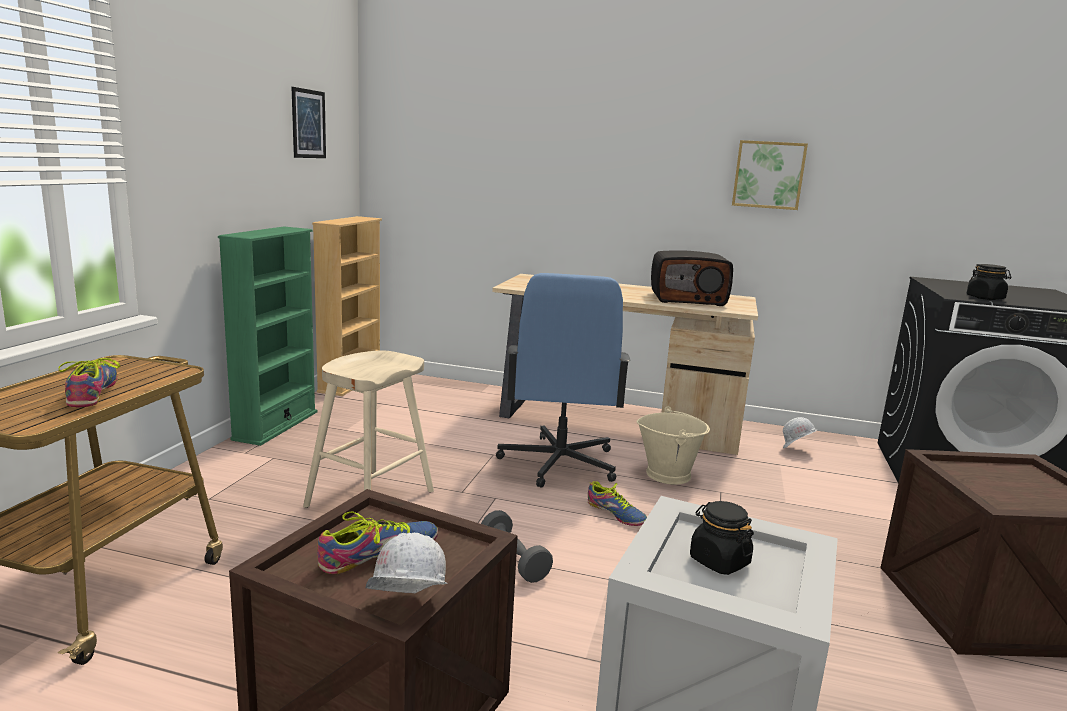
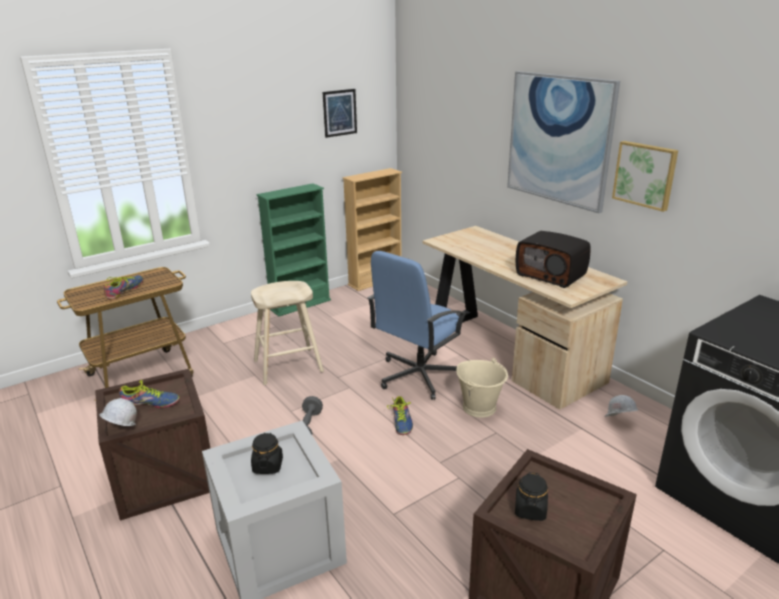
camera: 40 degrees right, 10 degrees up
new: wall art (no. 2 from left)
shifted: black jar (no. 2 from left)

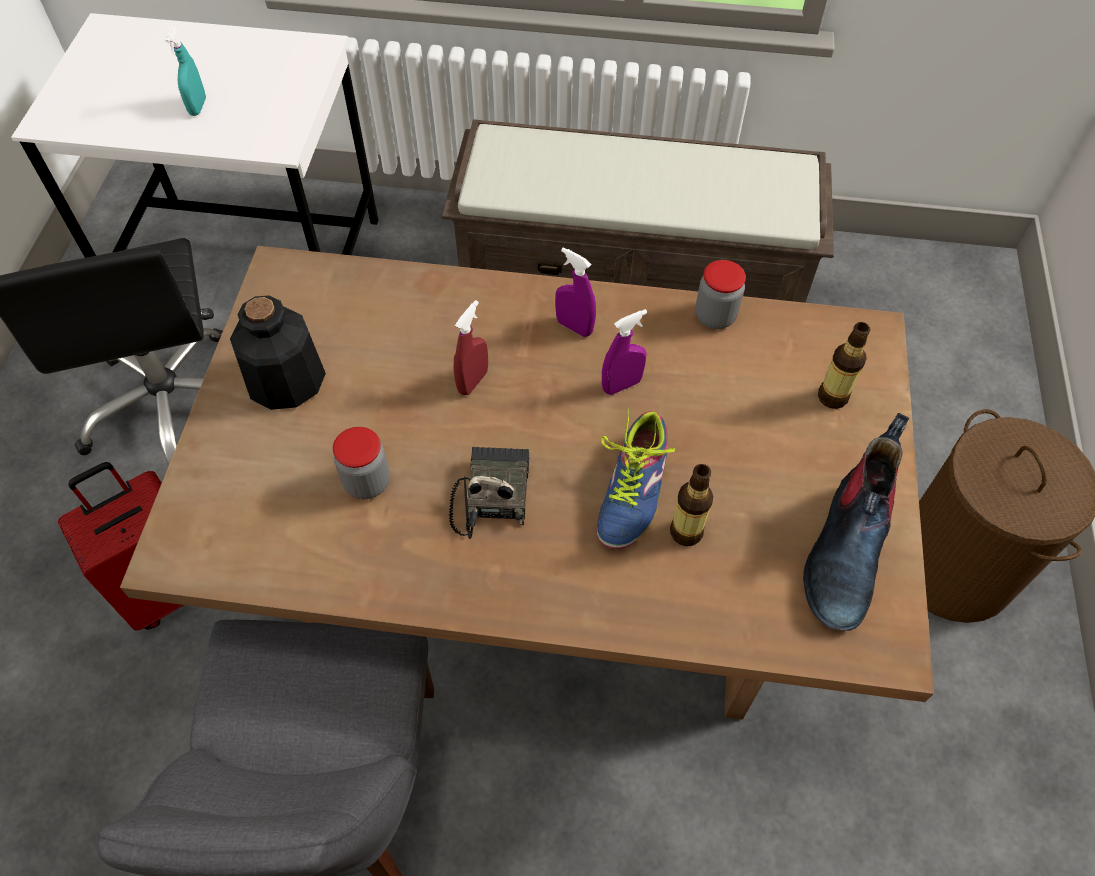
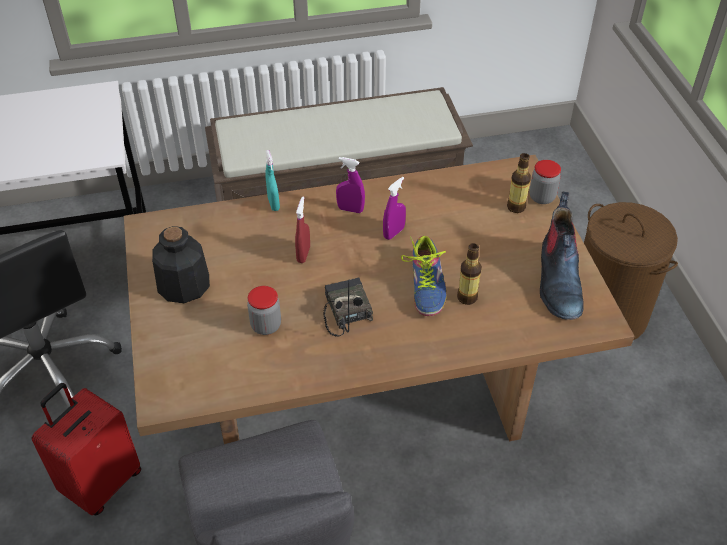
camera: 20 degrees left, 10 degrees down
shifted: turquoise-coloured spray bottle; jar (no. 2 from left)

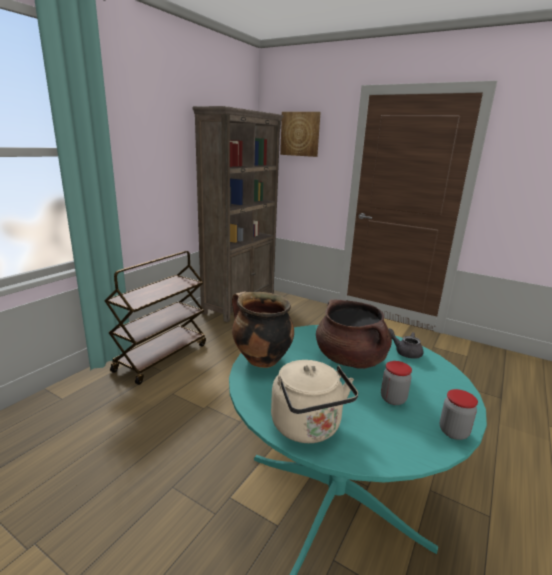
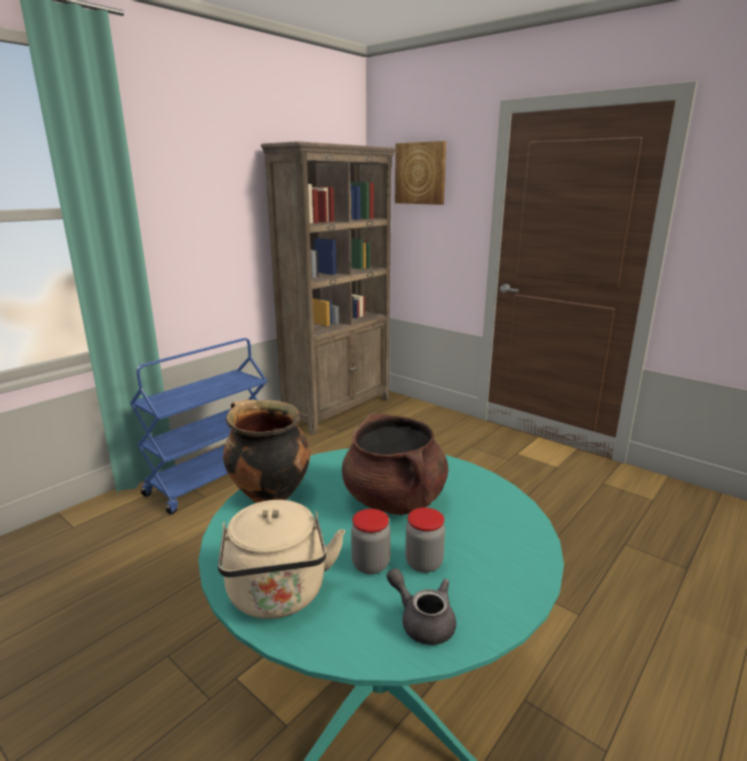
camera: 10 degrees right, 0 degrees up
shifted: jar (no. 2 from left in the first image) to jar (no. 1 from left); grey tea pot
repainted: brown wheeled cart to bluish wheeled cart

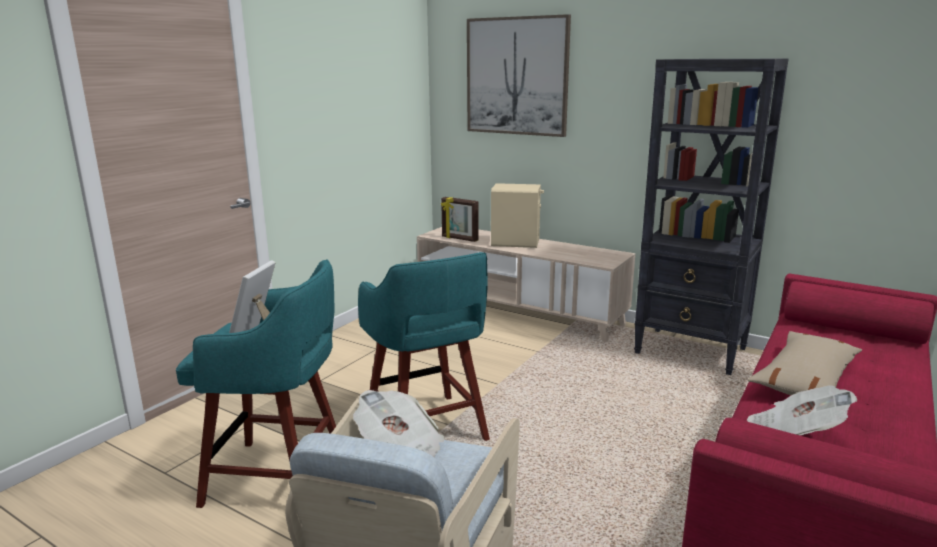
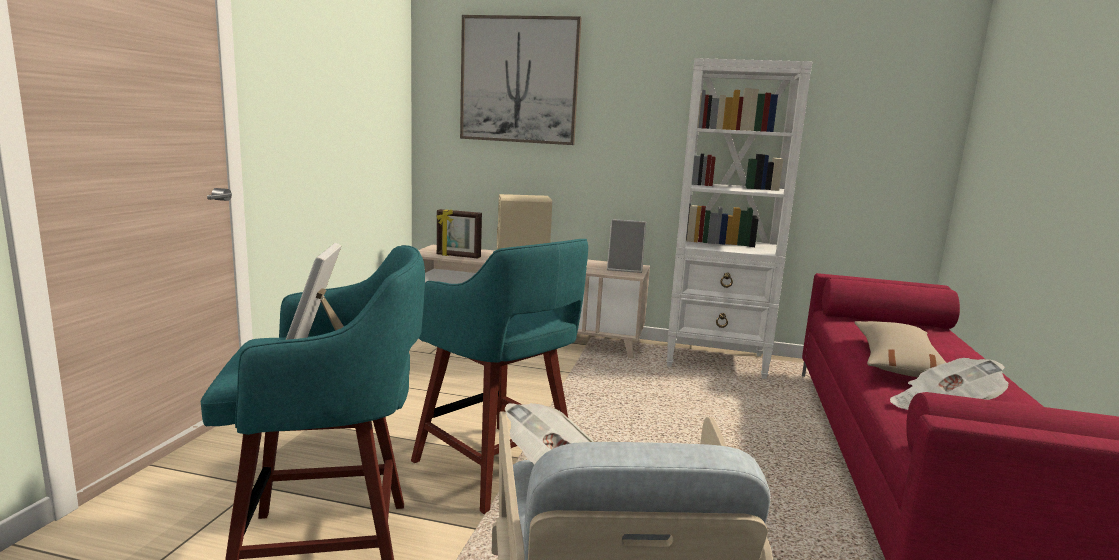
camera: 20 degrees left, 5 degrees down
new: photo frame (no. 3 from left)
repainted: black bookcase to whitish bookcase

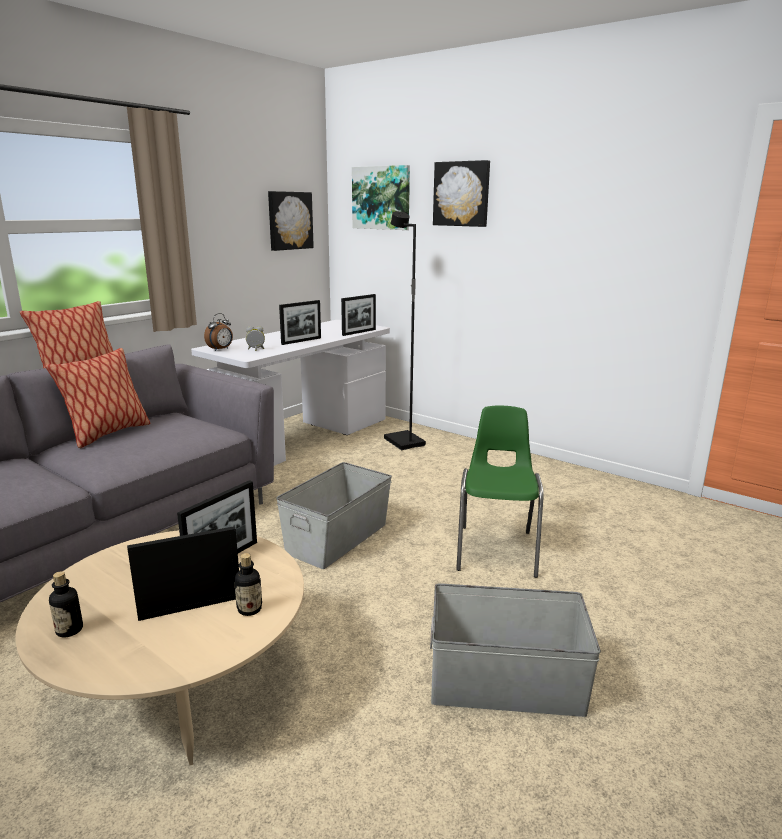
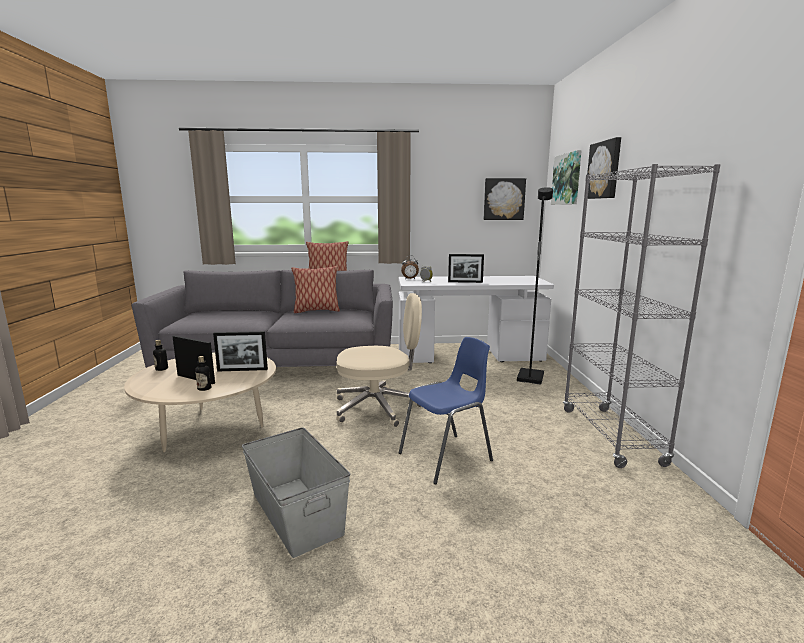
camera: 50 degrees right, 5 degrees down
gone: photo frame (no. 4 from left)
new: grey bookcase
swapped: grey storage bin (no. 1 from left) to beige-coloured computer chair
repainted: greenish plain chair to bluish plain chair

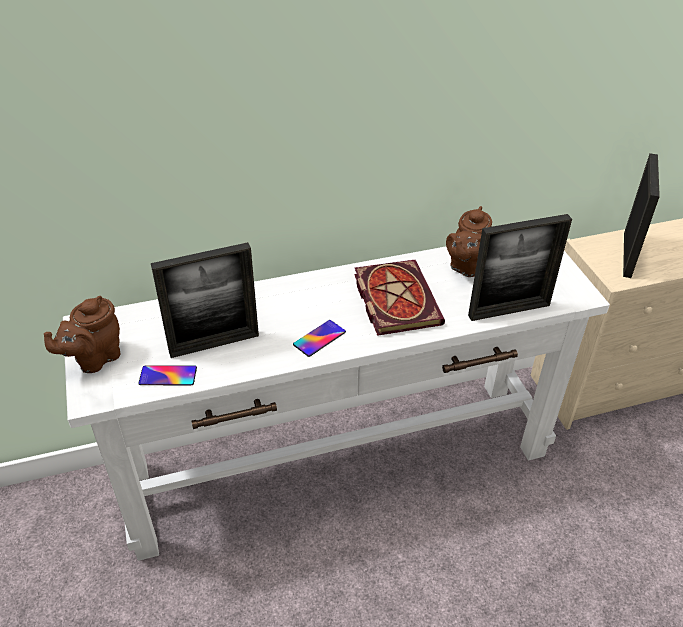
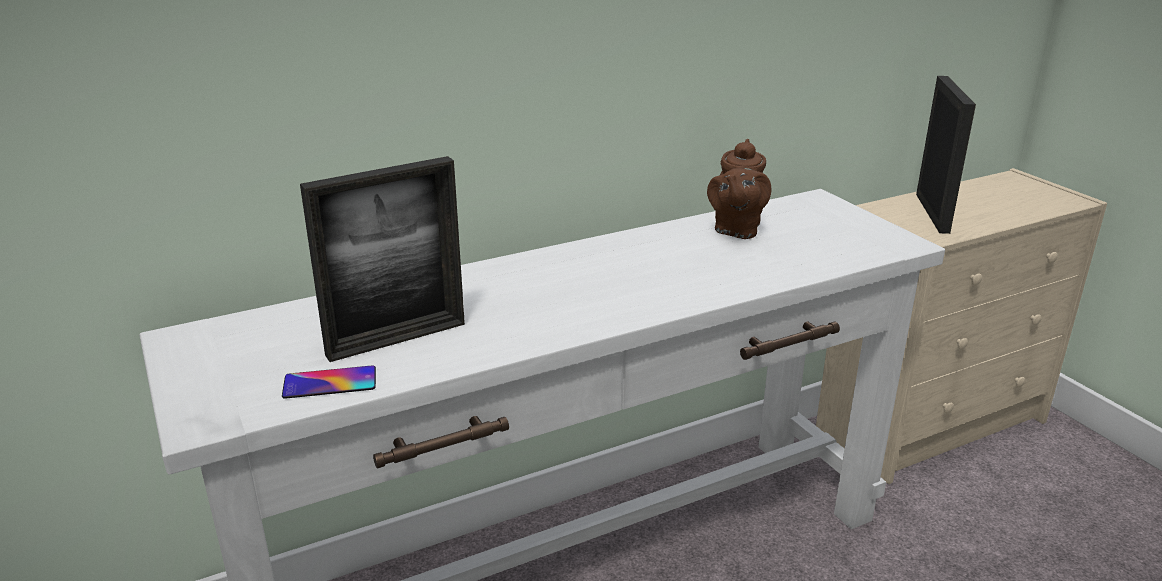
camera: 10 degrees left, 15 degrees down
gone: brown tea pot (no. 1 from left); telephone (no. 2 from left); bound book; photo frame (no. 2 from left)

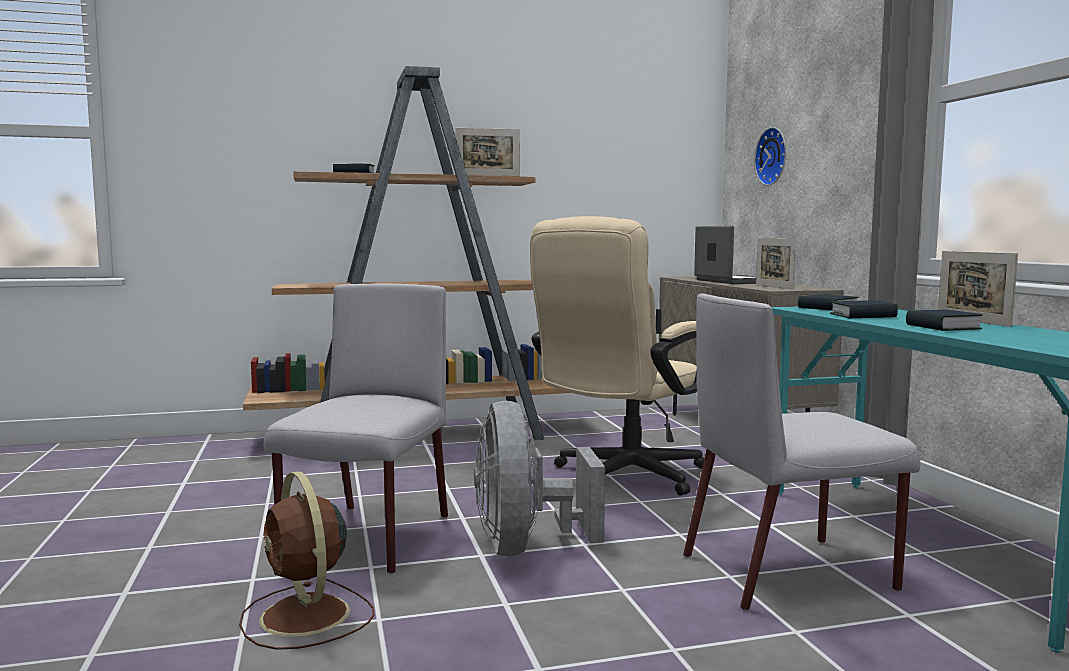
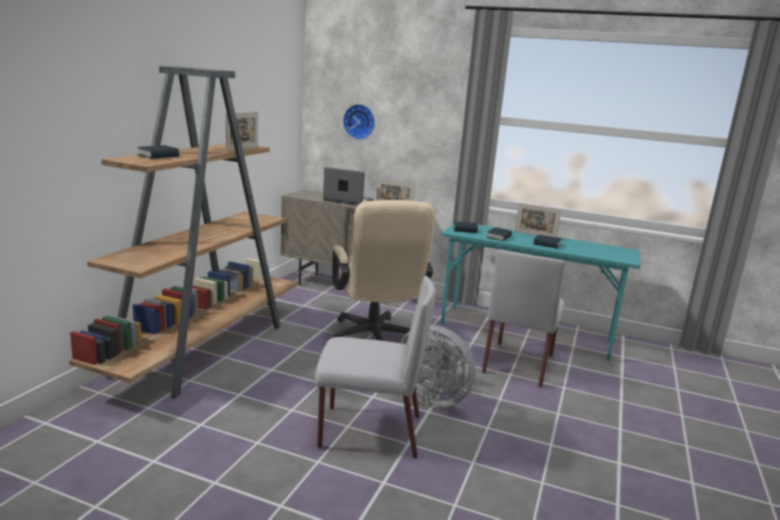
camera: 55 degrees left, 10 degrees up
gone: brown fan
rotated: grey plain chair (no. 1 from left) 135 degrees clockwise

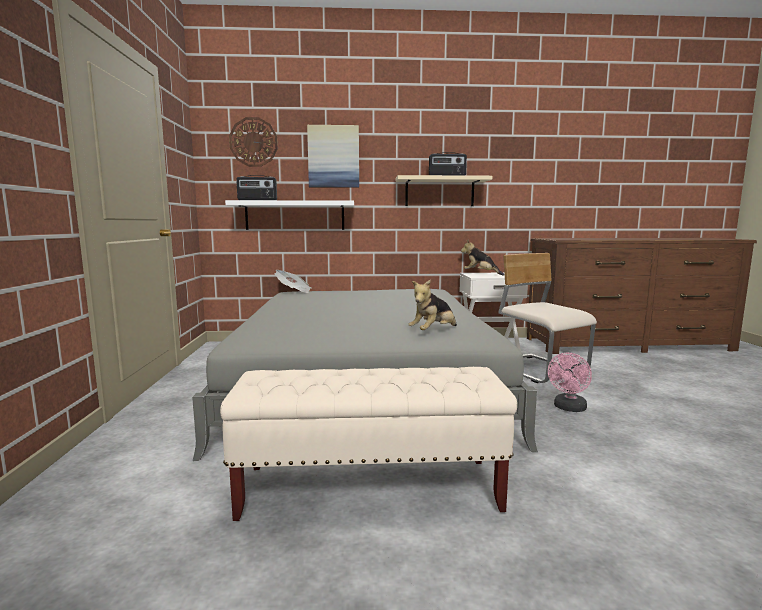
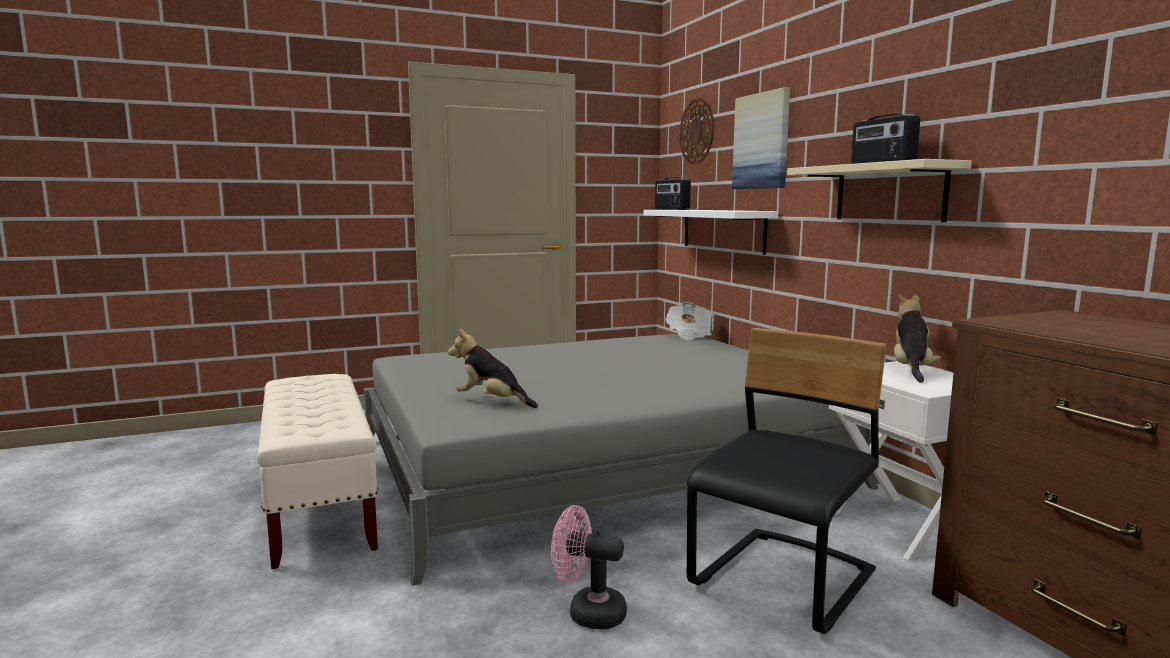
camera: 70 degrees right, 0 degrees up
repainted: beige-coloured plain chair to black plain chair

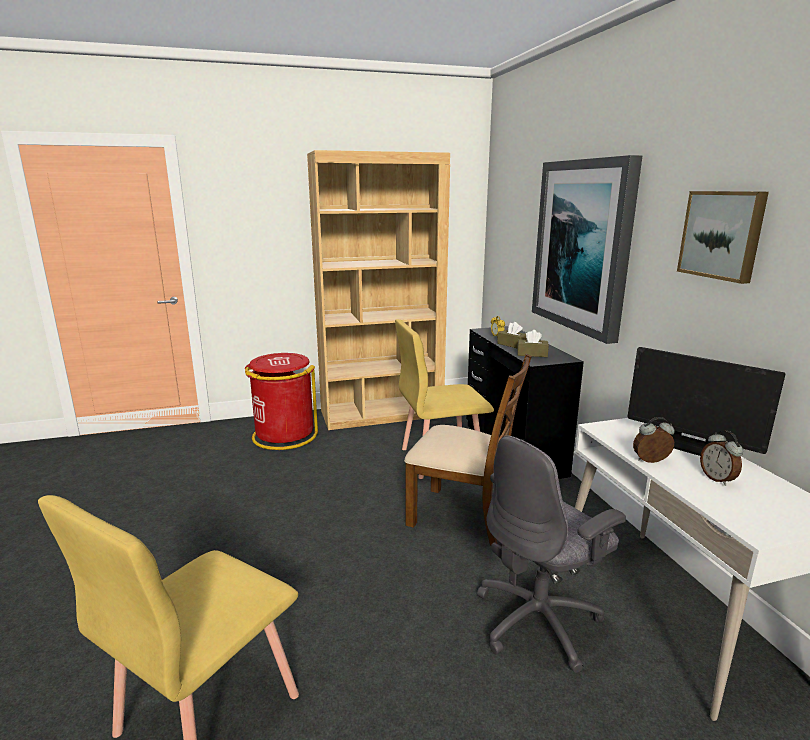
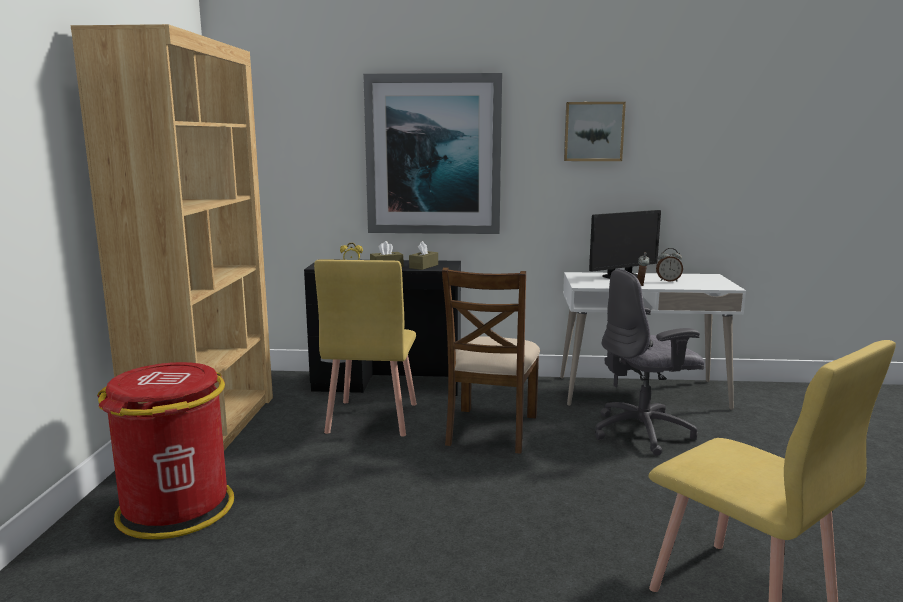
camera: 70 degrees left, 5 degrees down
rotated: brown plain chair 150 degrees clockwise; grey computer chair 90 degrees clockwise

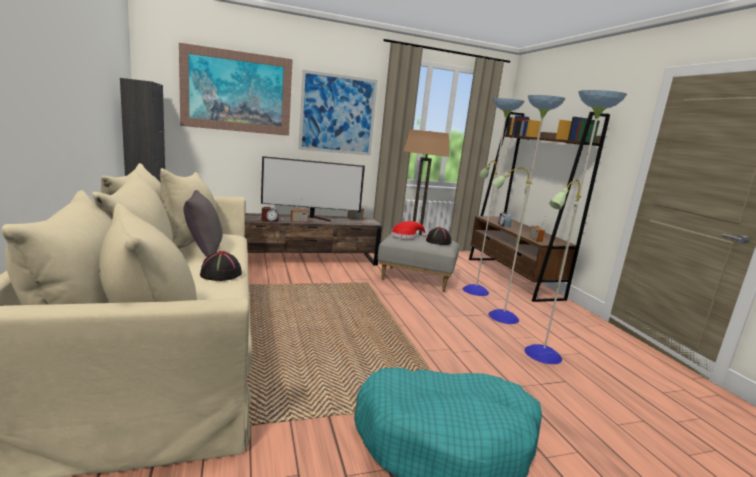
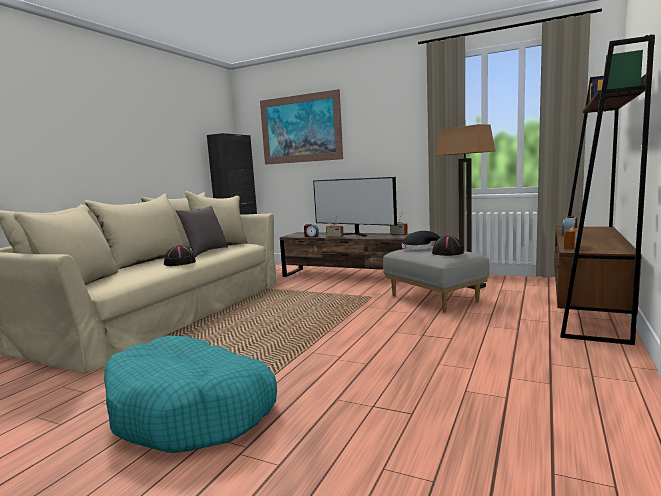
camera: 45 degrees right, 5 degrees down
gone: wall art (no. 2 from left); standard lamp (no. 2 from left)
repainted: reddish wearable hat to black wearable hat (no. 2 from left)

